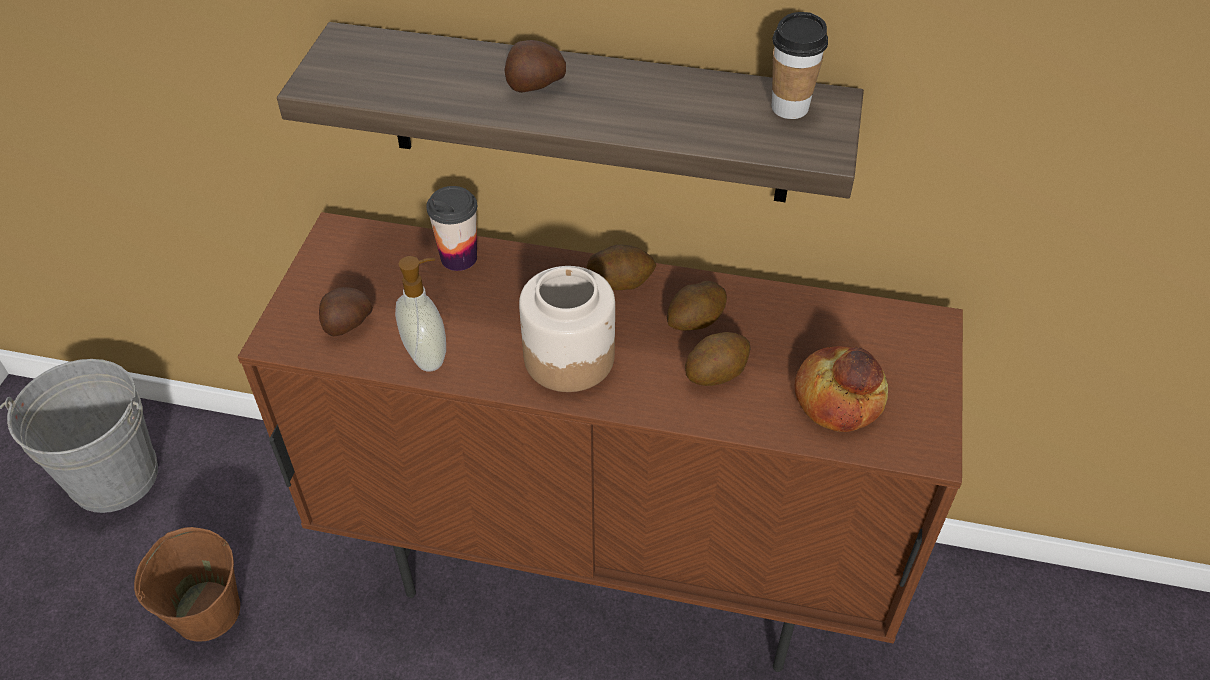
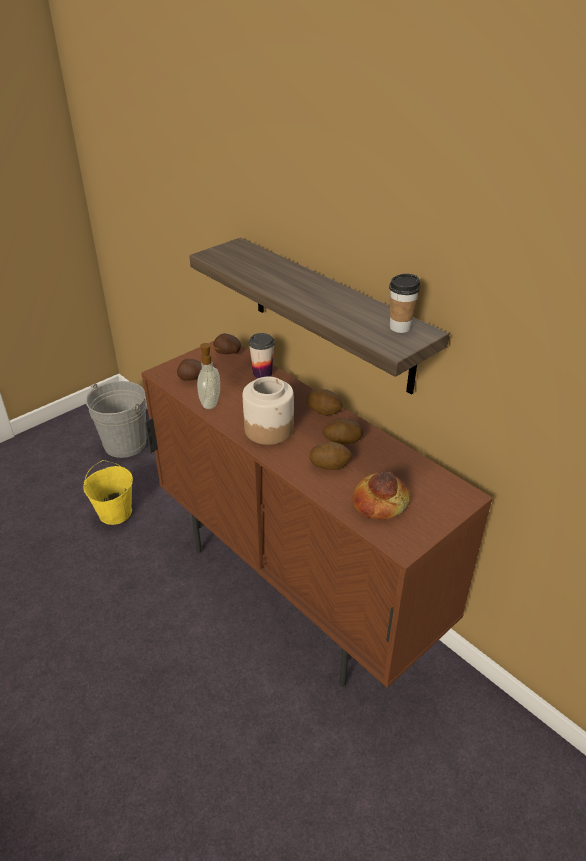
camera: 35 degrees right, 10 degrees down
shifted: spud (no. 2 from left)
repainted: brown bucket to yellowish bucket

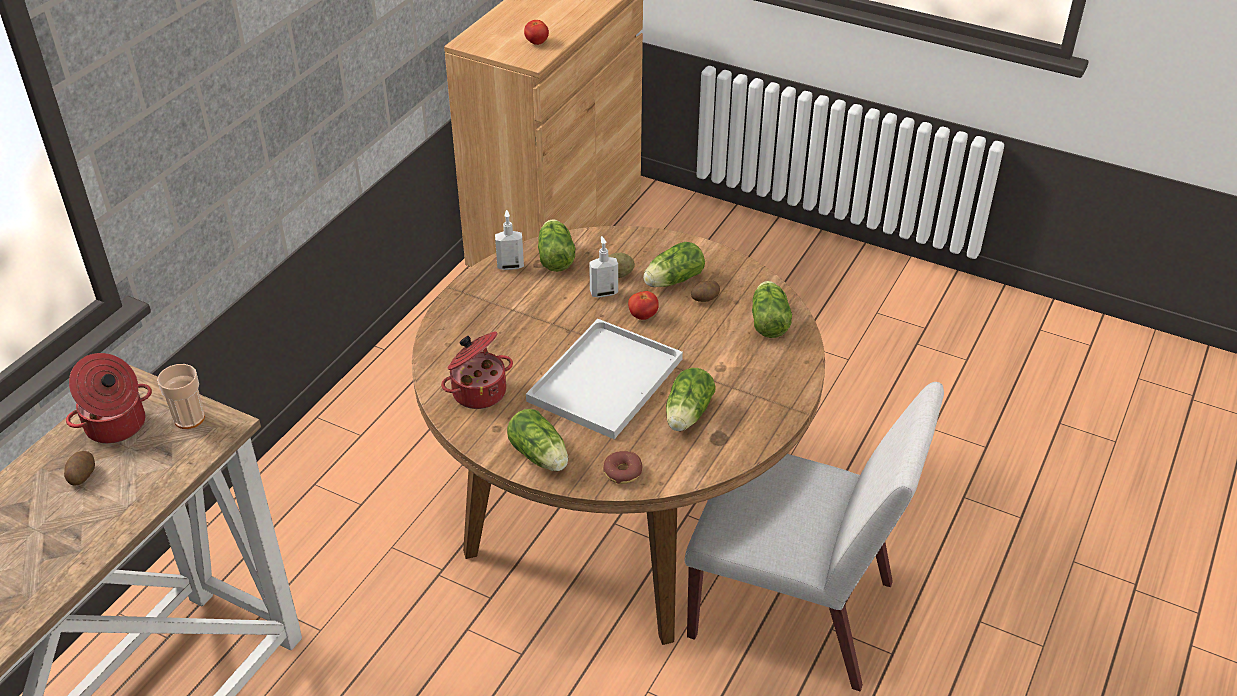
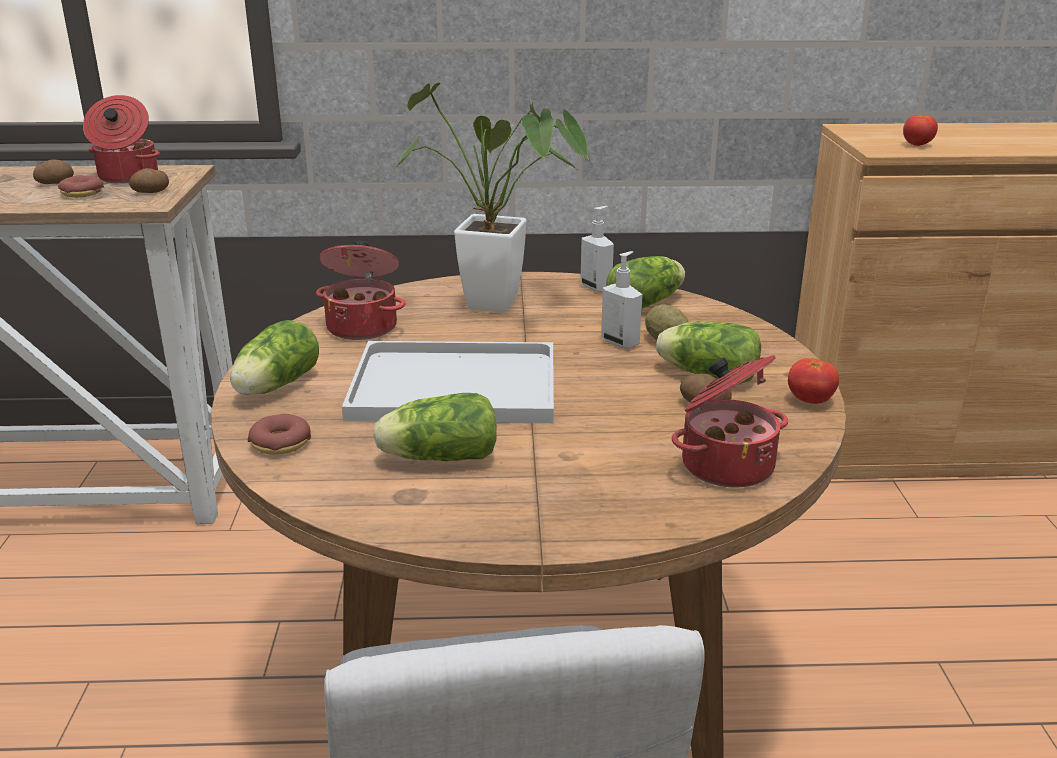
camera: 60 degrees right, 15 degrees down
new: ring doughnut (no. 1 from left); plant in a pot
shifted: whole tomato (no. 2 from left in the first image) to whole tomato (no. 1 from left)
swapped: drinking cup to spud (no. 2 from left); lettuce (no. 5 from left) to stockpot (no. 3 from left)

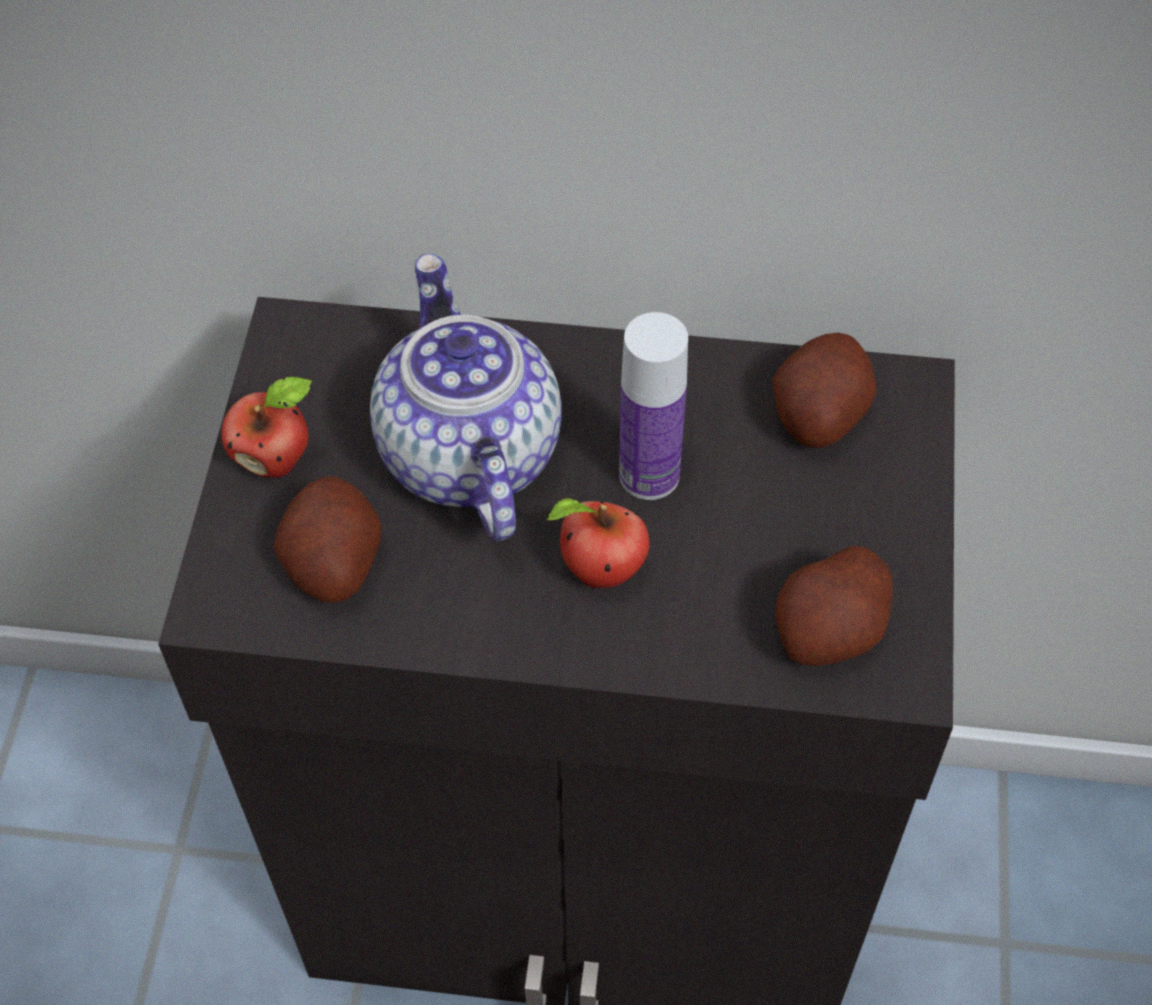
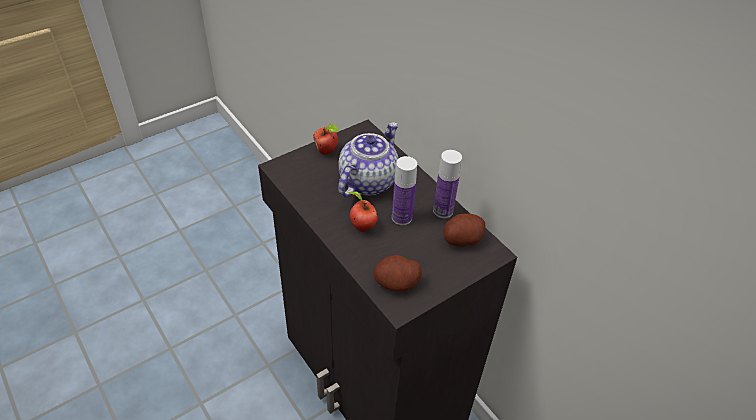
camera: 45 degrees right, 10 degrees down
gone: spud (no. 1 from left)
new: drink bottle (no. 2 from left)

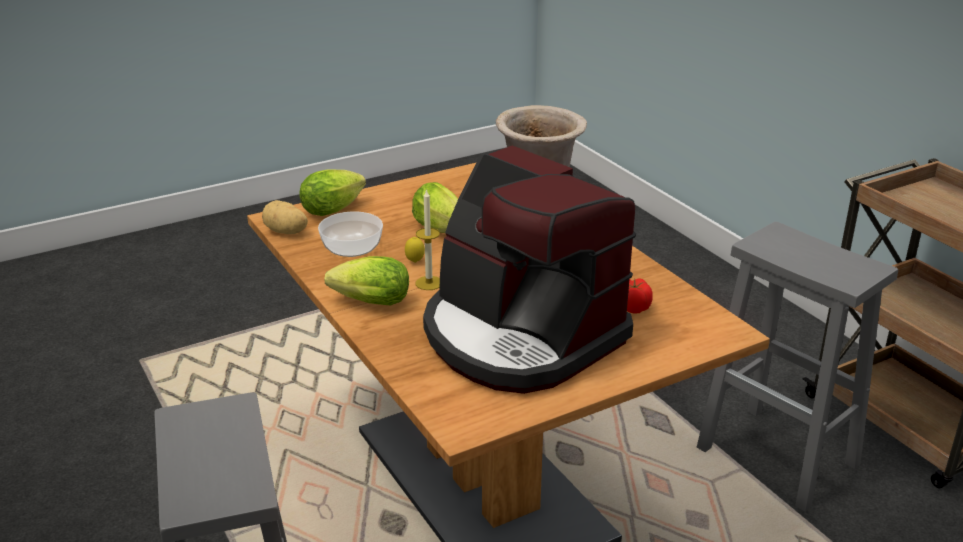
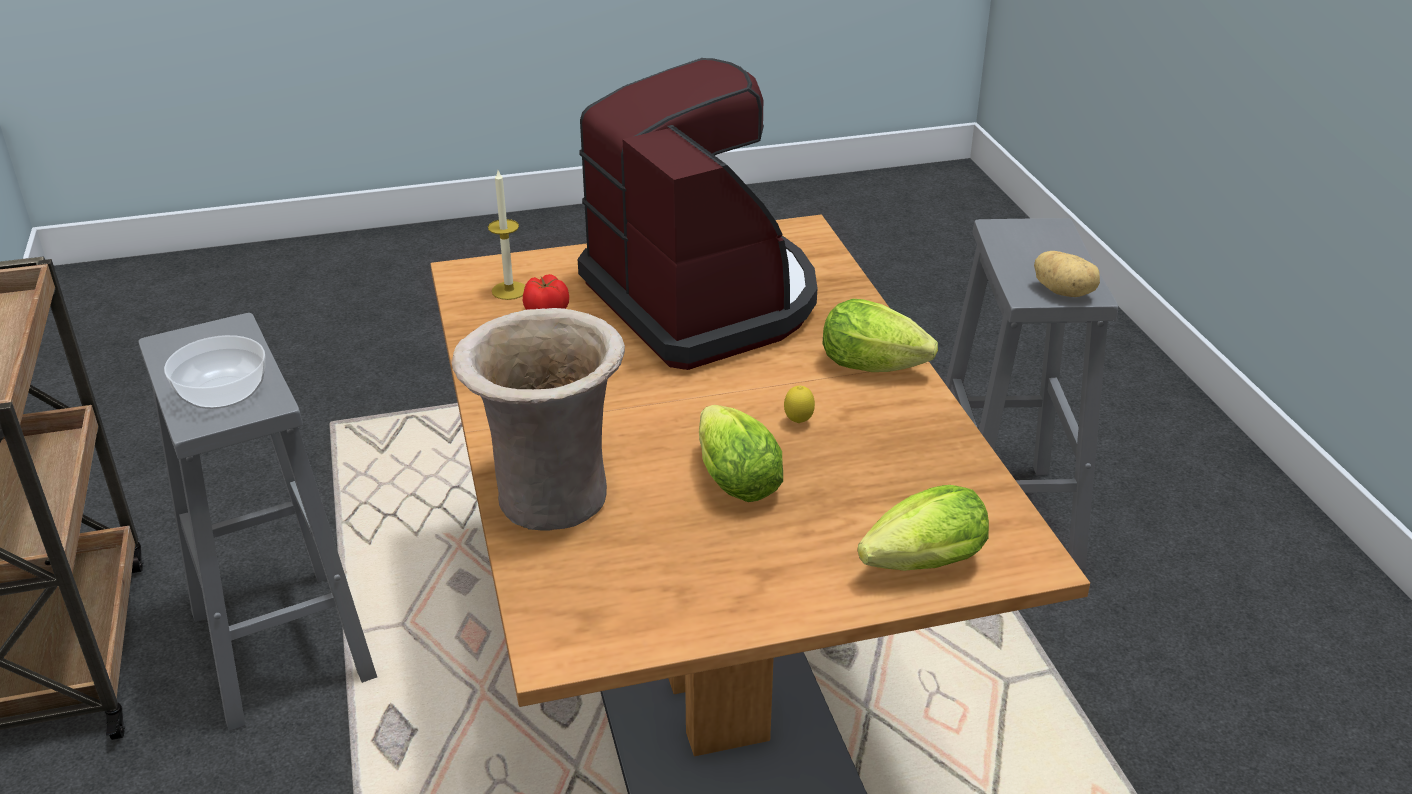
camera: 165 degrees left, 5 degrees up
shifted: serving bowl; wax candle; spud

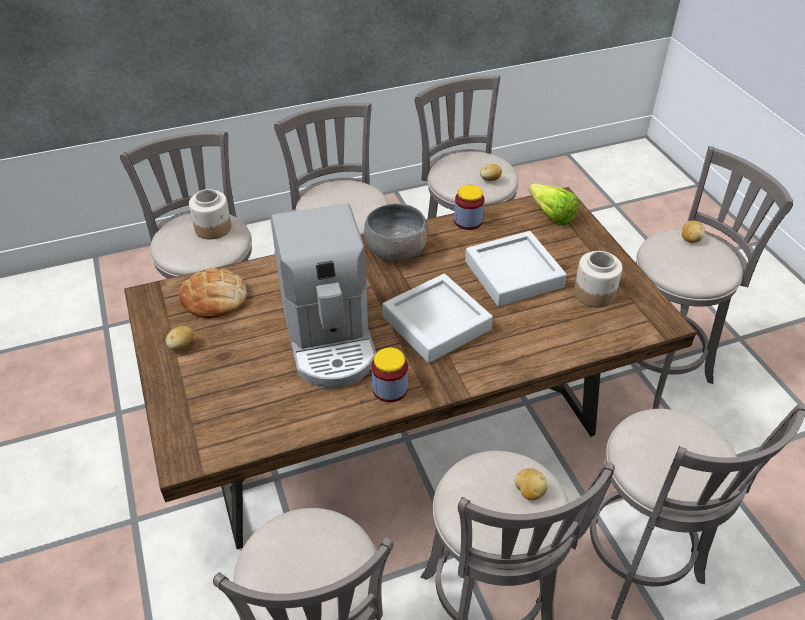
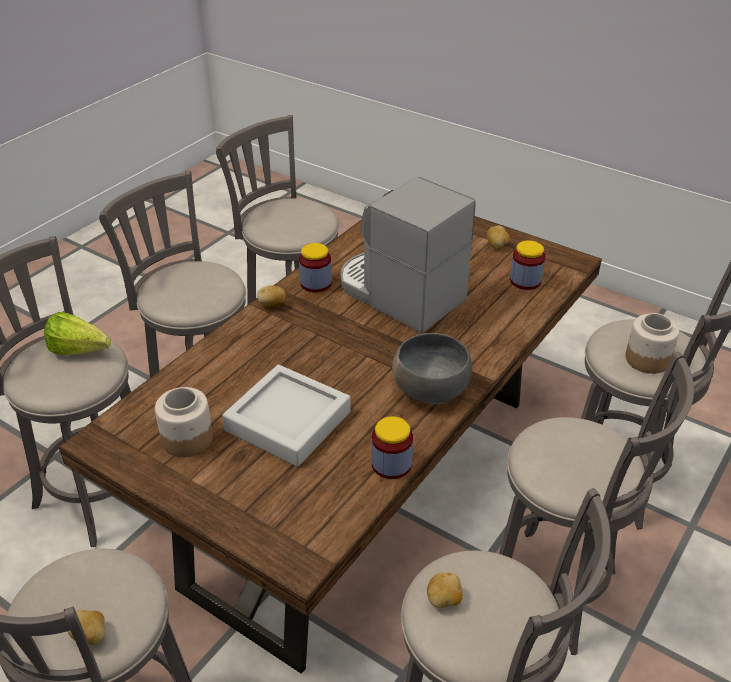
camera: 145 degrees right, 5 degrees down
gone: grey serving tray (no. 1 from left)
shifted: lettuce; spud (no. 3 from left in the first image) to spud (no. 2 from left)
swapped: baked bread to jar (no. 4 from left)

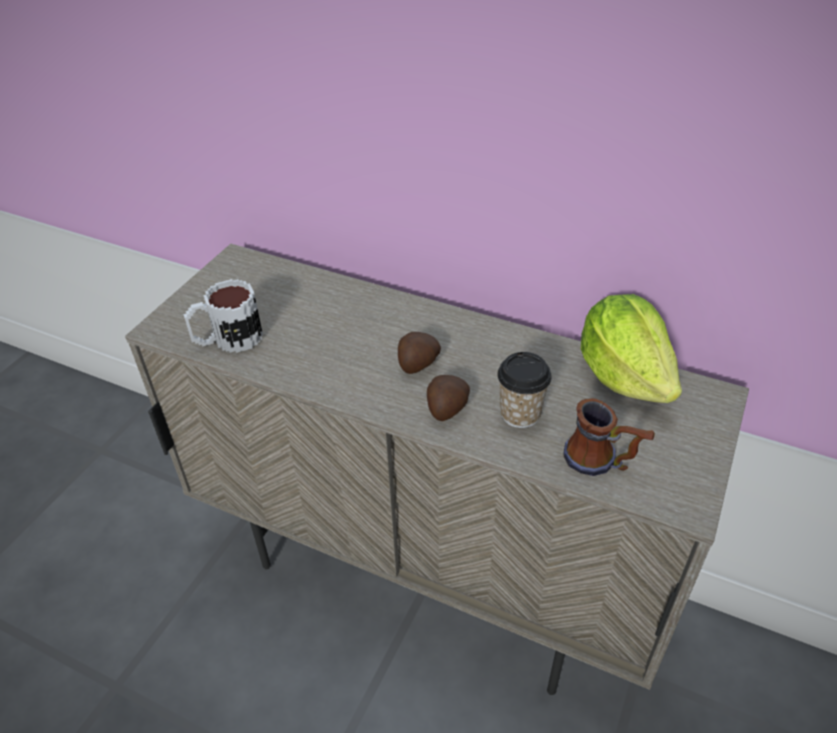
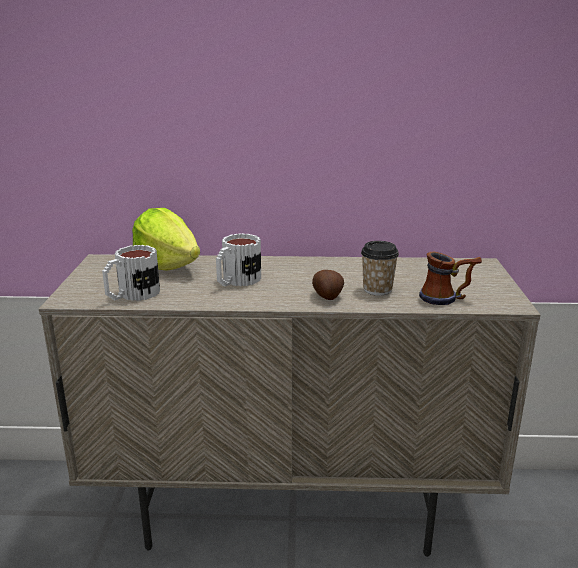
camera: 25 degrees left, 20 degrees down
gone: spud (no. 1 from left)
new: tea mug (no. 2 from left)
shifted: lettuce

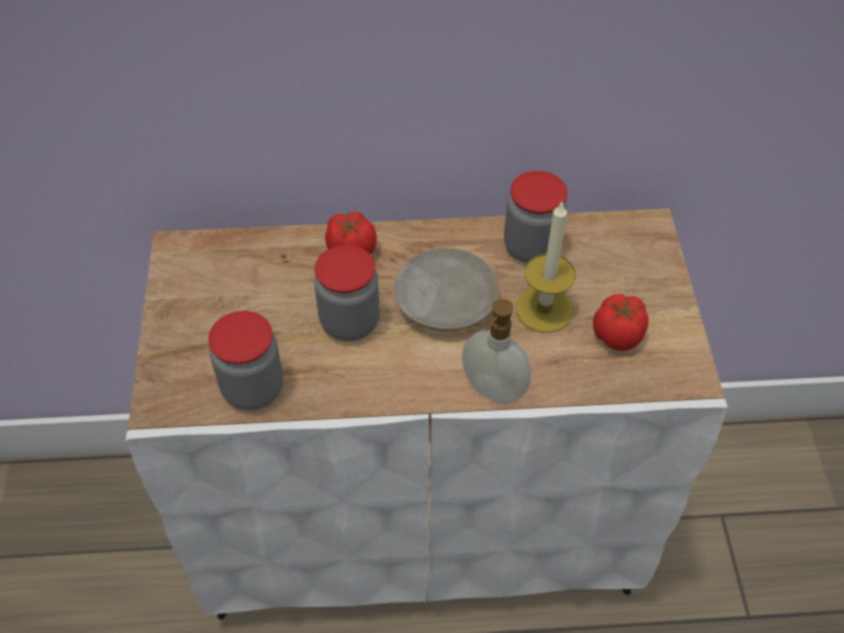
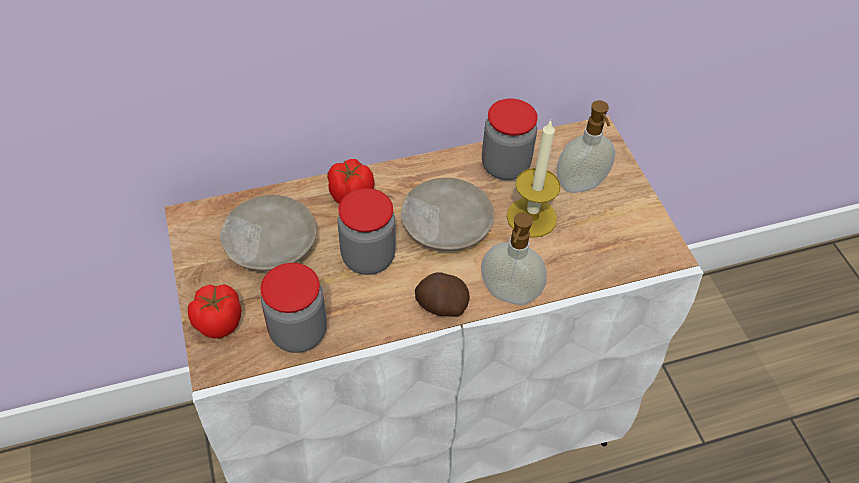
camera: 15 degrees left, 0 degrees up
new: beige-coloured flat dish (no. 1 from left); spud; liquid soap bottle (no. 2 from left)
shifted: whole tomato (no. 2 from left in the first image) to whole tomato (no. 1 from left)

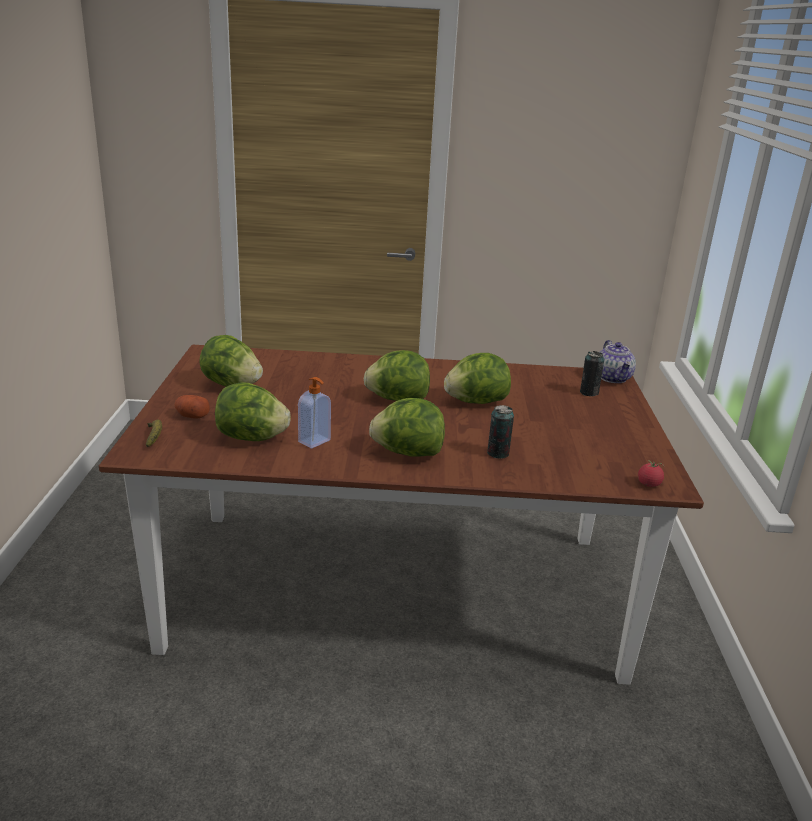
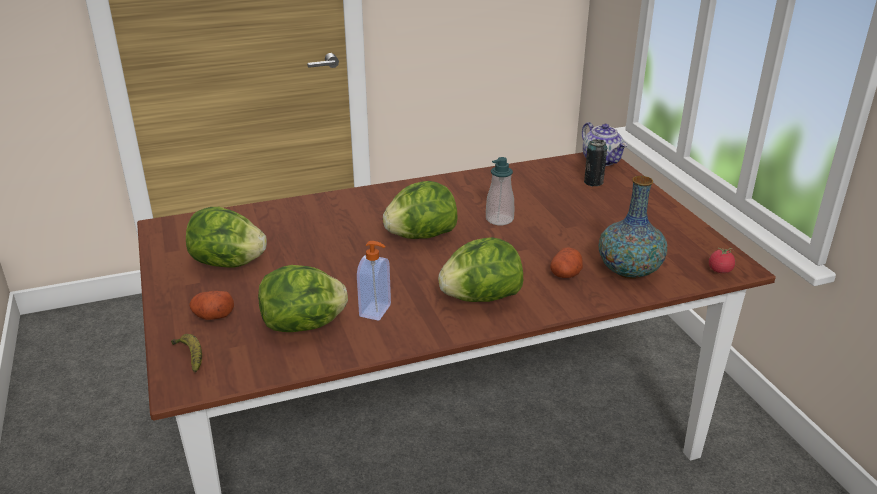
camera: 20 degrees left, 5 degrees up
new: vase
swapped: lettuce (no. 5 from left) to liquid soap bottle (no. 2 from left); metal can (no. 1 from left) to spud (no. 2 from left)

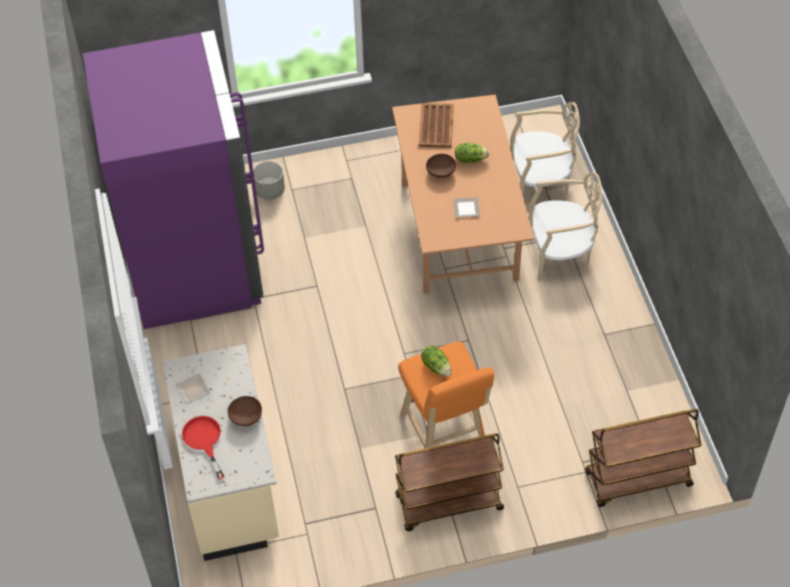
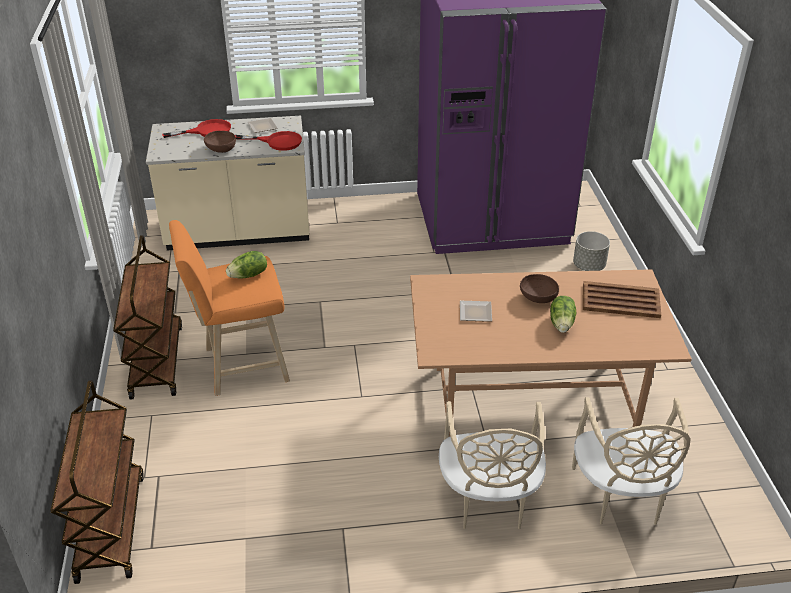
camera: 95 degrees right, 15 degrees down
new: reddish skillet (no. 2 from left)

